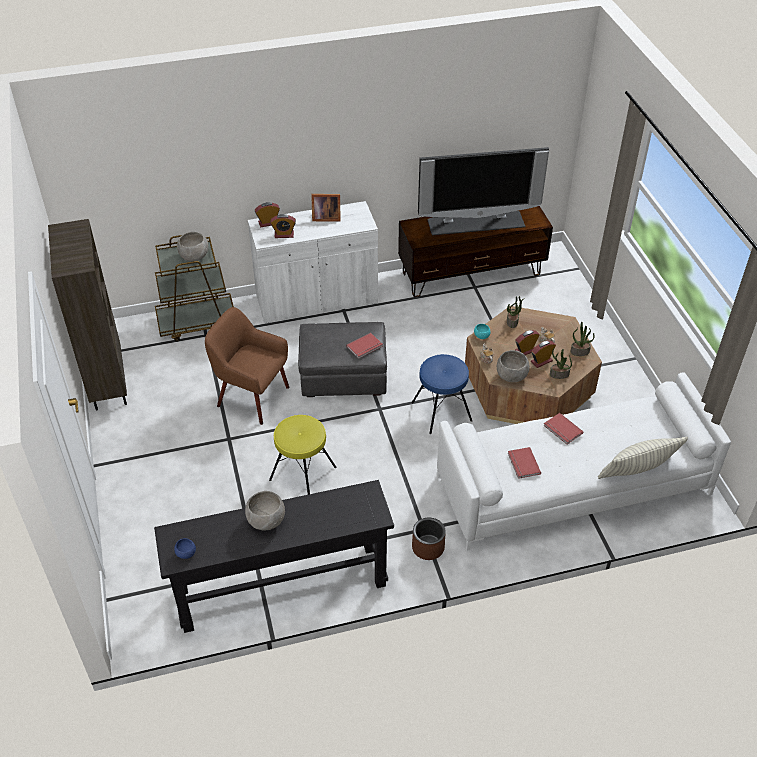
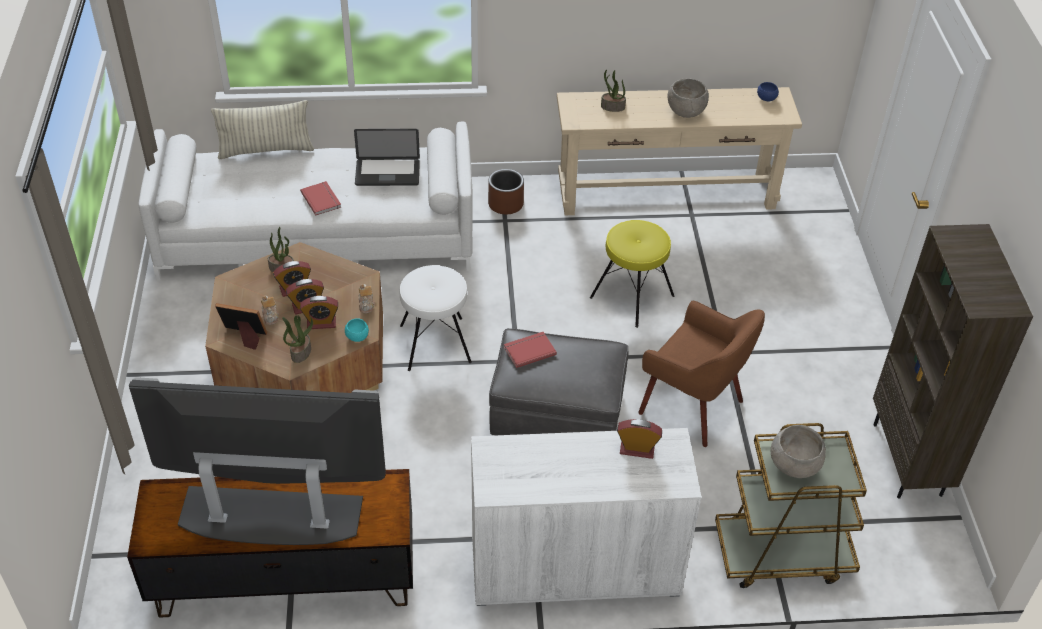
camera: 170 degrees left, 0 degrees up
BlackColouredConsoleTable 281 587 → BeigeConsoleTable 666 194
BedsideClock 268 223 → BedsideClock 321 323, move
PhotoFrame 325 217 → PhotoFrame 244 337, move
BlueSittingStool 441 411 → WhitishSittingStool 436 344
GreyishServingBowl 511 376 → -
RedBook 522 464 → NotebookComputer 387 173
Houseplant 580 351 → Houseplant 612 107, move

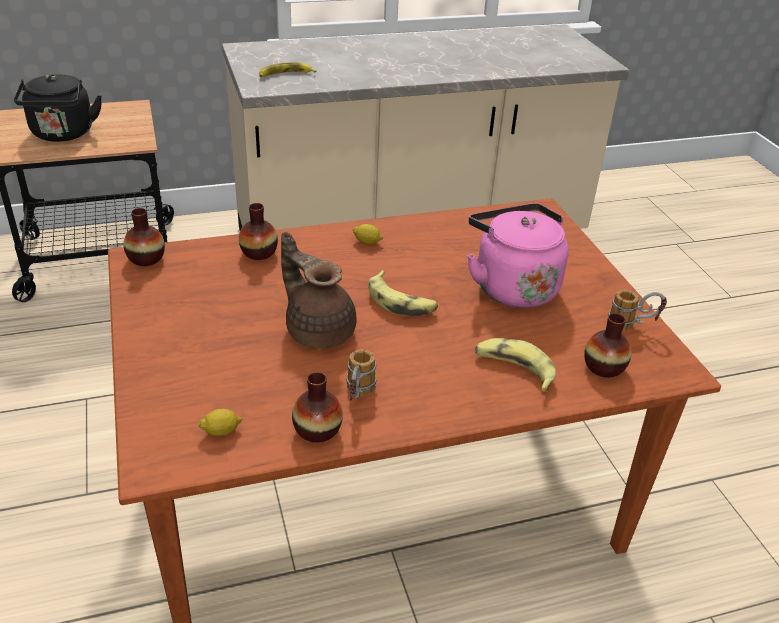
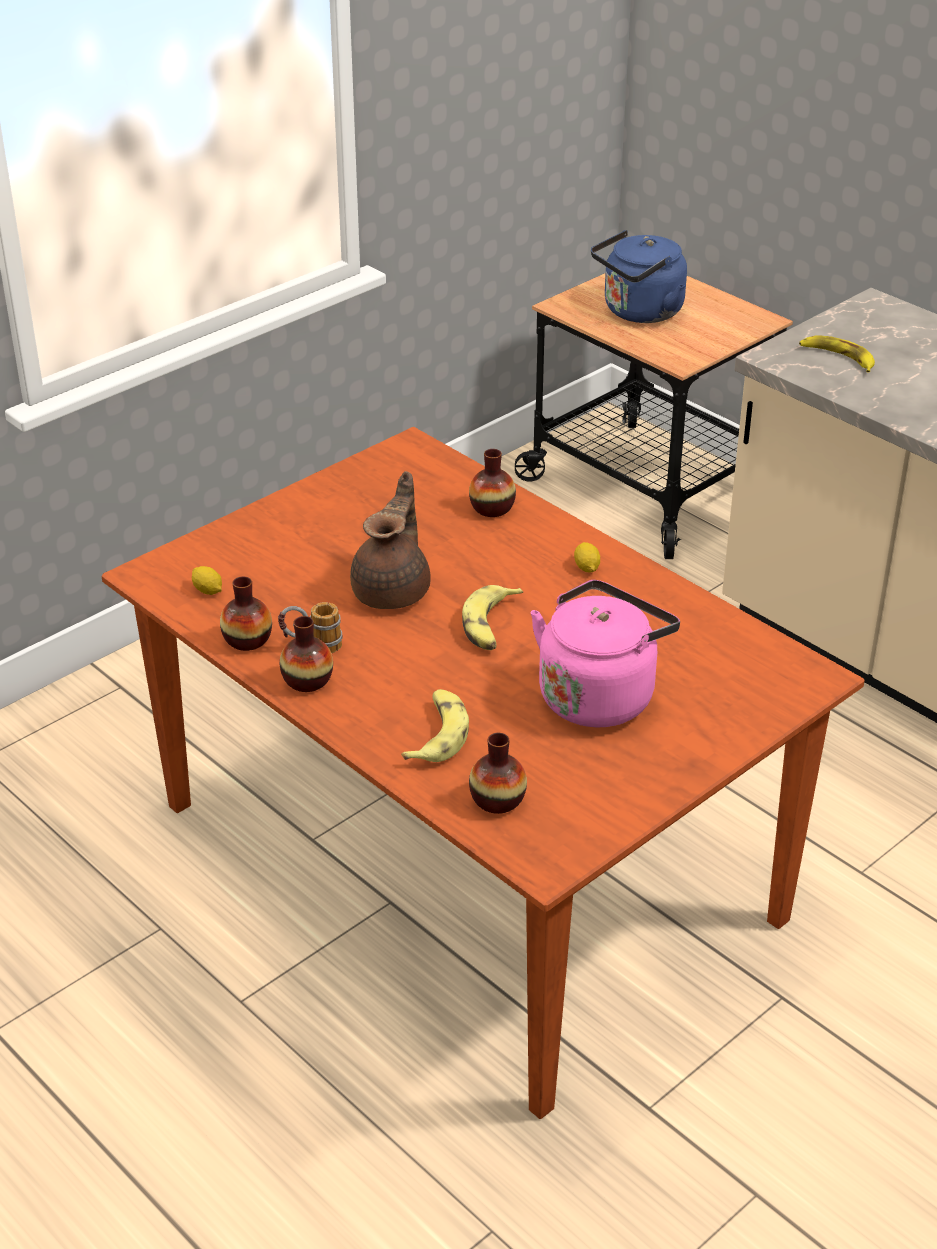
camera: 65 degrees right, 0 degrees up
BlackColouredWaterKettle 62 135 → BlueWaterKettle 639 312
DecorativeVase 146 258 → DecorativeVase 307 680, move
CoffeeMug 632 326 → -

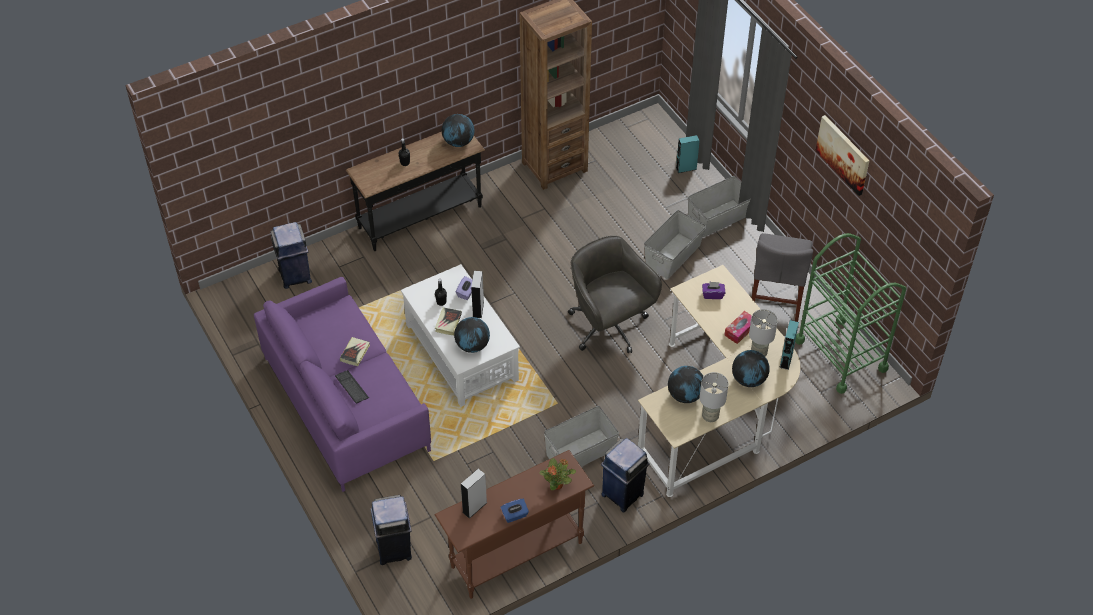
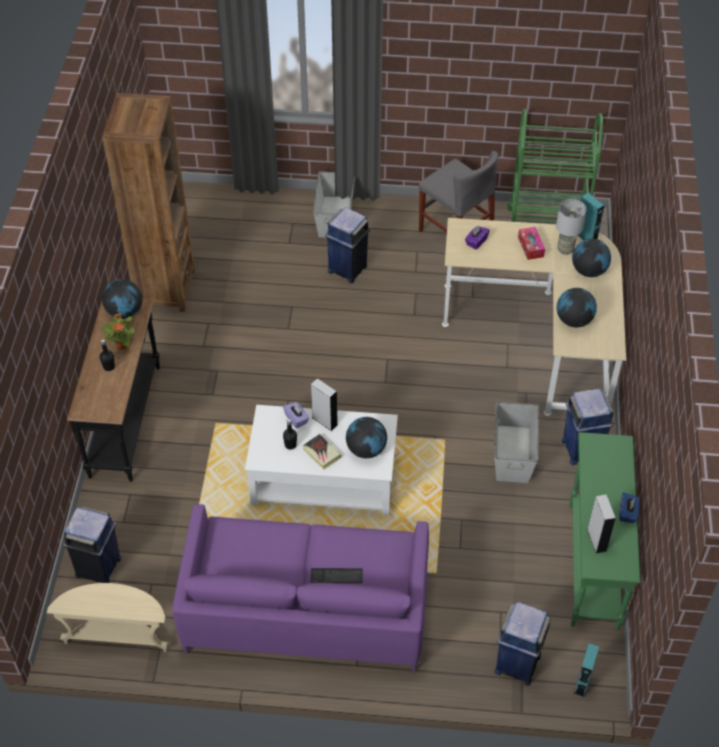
camera: 55 degrees left, 0 degrees up
Book 355 353 → -
BrownishConsoleTable 516 554 → GreenColouredConsoleTable 592 566
Houseplant 557 484 → Houseplant 122 345, move
GreyishComputerChair 609 327 → -
GreyishStorageBin 672 256 → BlueTrashCan 348 268
BlueGreenLoudspeaker 686 168 → BlueGreenLoudspeaker 582 683, move
GreyishTableLamp 710 416 → -
WallPicture 843 154 → -
- → BeigeSideTable 118 636

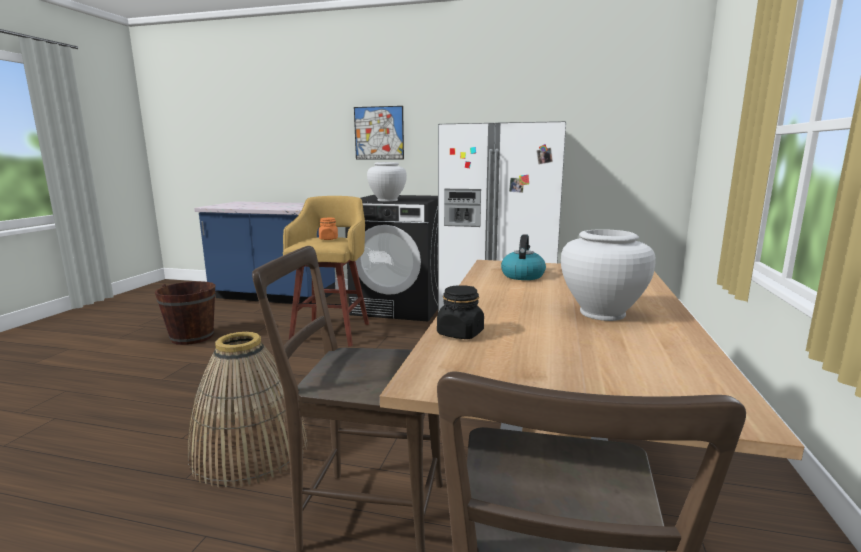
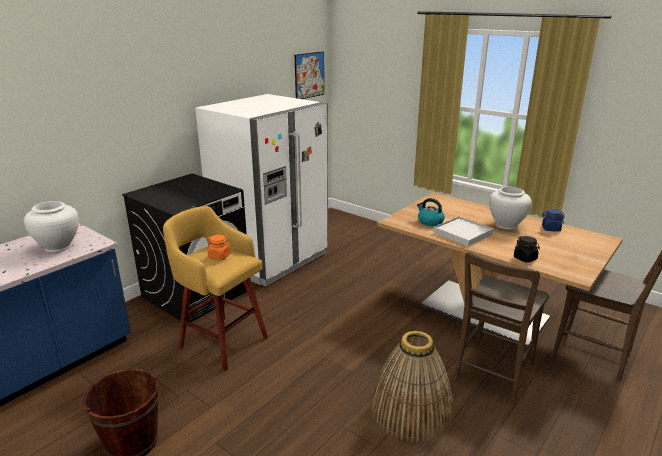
camera: 65 degrees left, 10 degrees up
WallPicture 379 133 → WallPicture 309 75, move
WhitishDecorativeVase 387 200 → WhitishDecorativeVase 58 247, move
- → WhitishServingTray 463 233
- → BlueJar 550 229

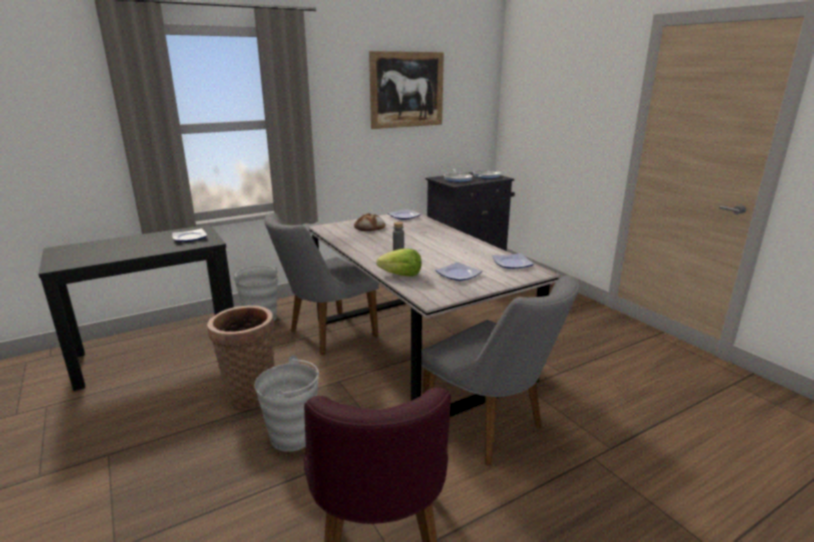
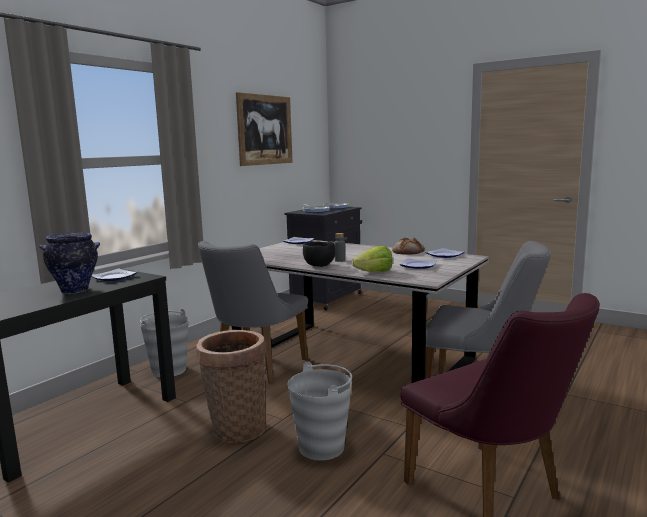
camera: 25 degrees left, 10 degrees down
Bread 370 227 → Bread 408 251, move
- → DecorativeVase 75 290
- → BlackColouredServingBowl 319 266

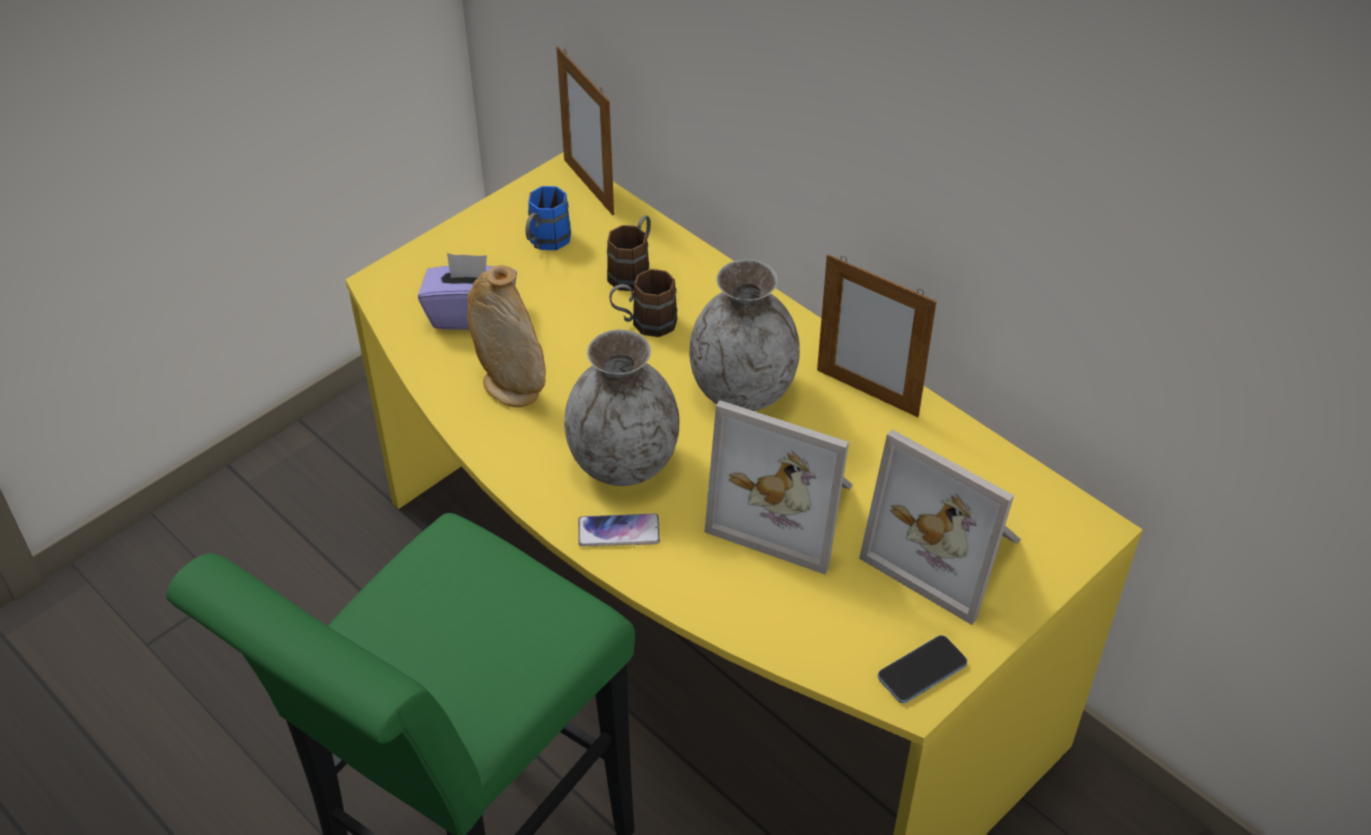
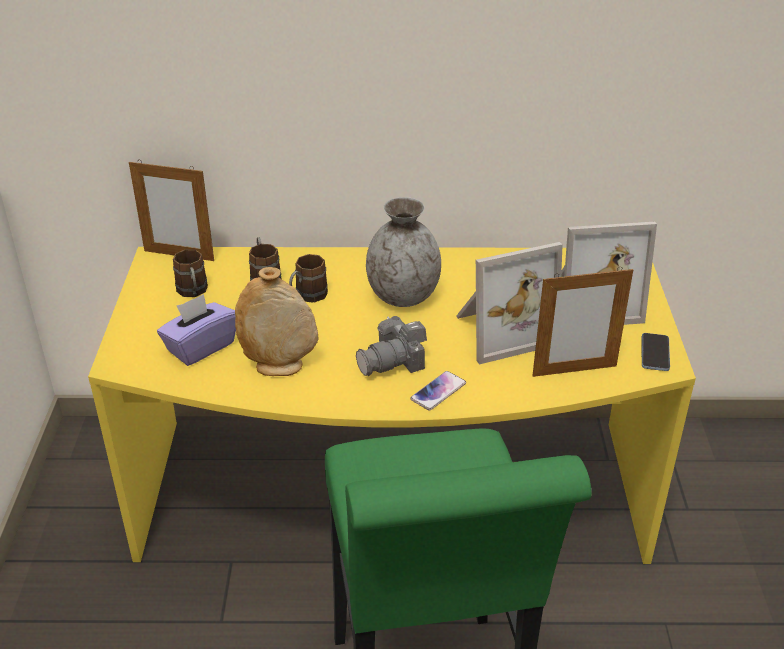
camera: 45 degrees left, 10 degrees down
BlueCoffeeMug 545 243 → BrownishCoffeeMug 193 292
GreyishDecorativeVase 624 463 → PhotoCamera 393 361
PhotoFrame 867 392 → PhotoFrame 574 370, move

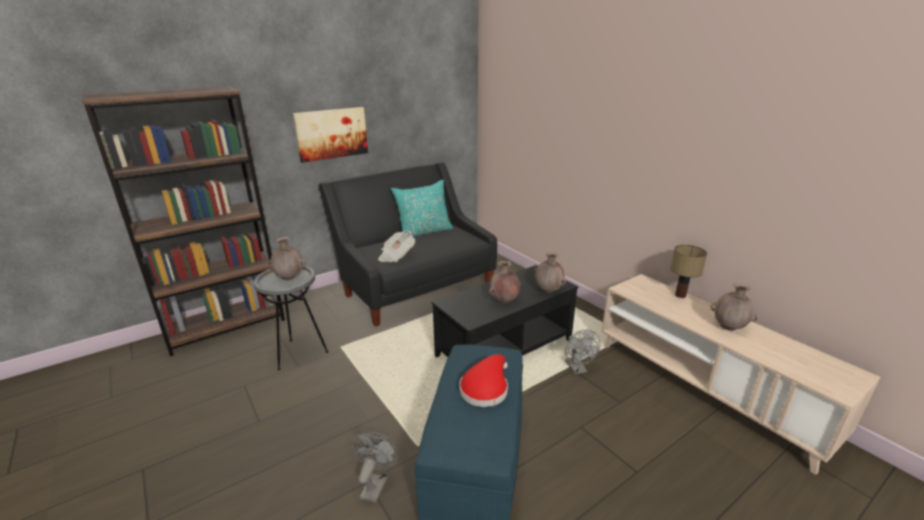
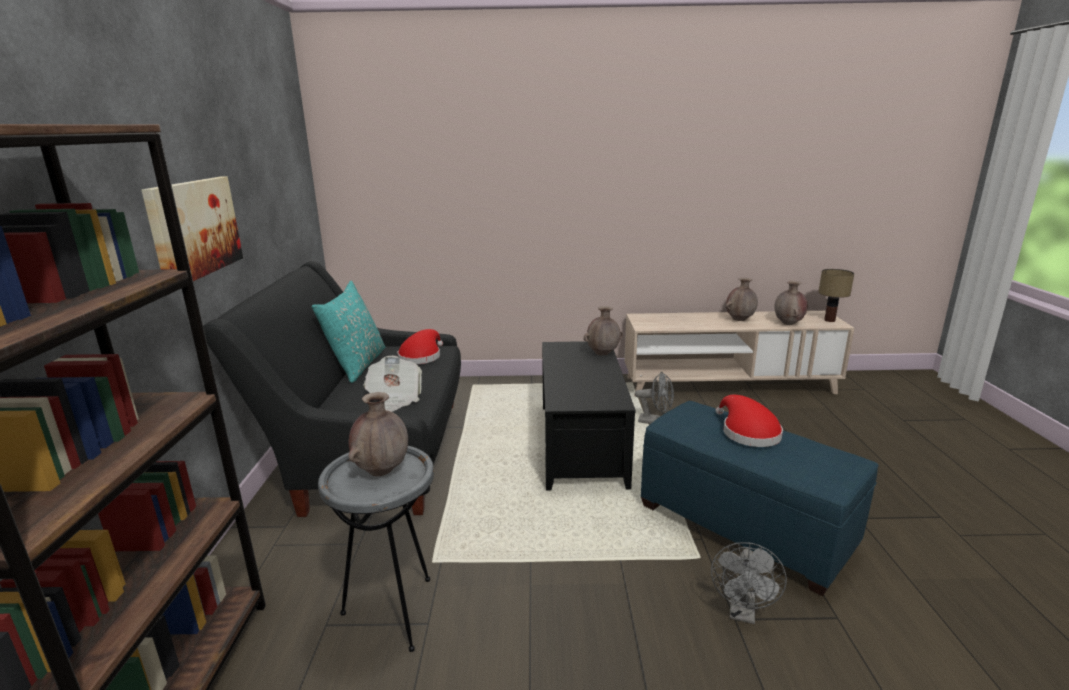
camera: 55 degrees left, 5 degrees down
GreyishFan 375 484 → GreyishFan 742 613, 120 degrees counterclockwise
BrownishDecorativeVase 504 301 → BrownishDecorativeVase 788 323, move
TableLamp 681 295 → TableLamp 830 320, move
- → RedWearableHat 421 356

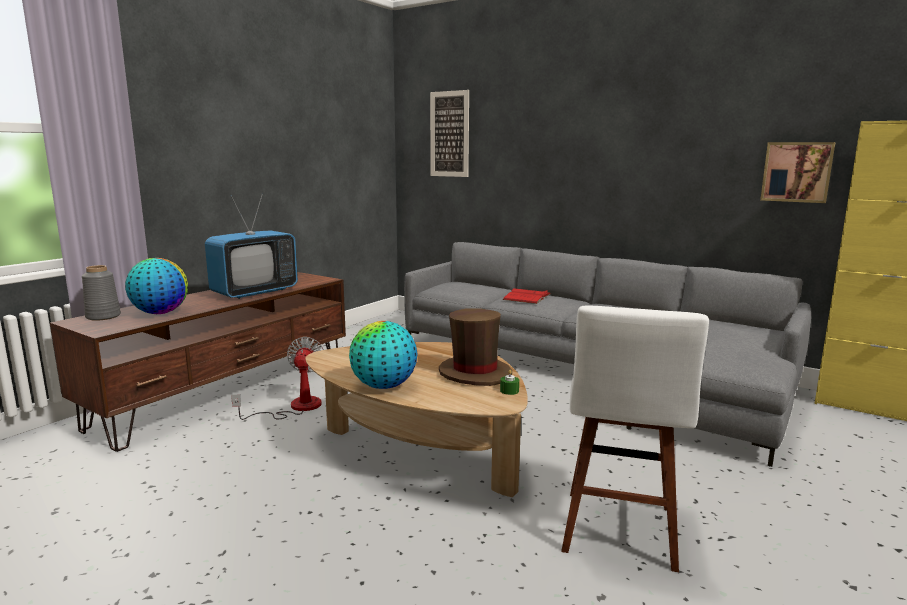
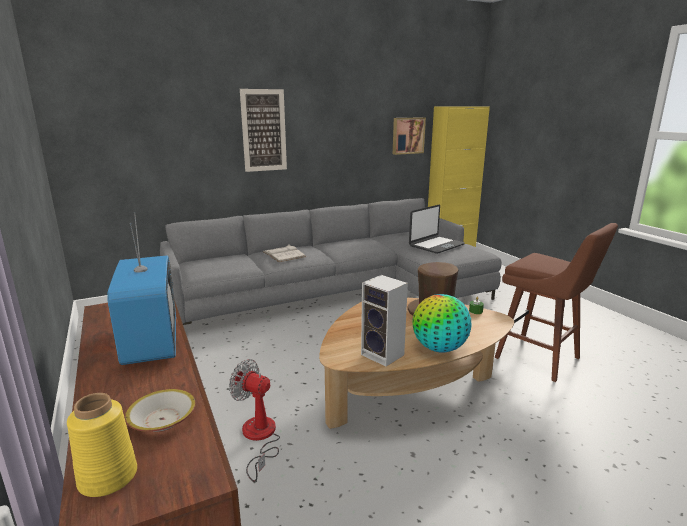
camera: 60 degrees left, 5 degrees up
GreyishDecorativeVase 102 316 → YellowColouredDecorativeVase 107 478
DeskGlobe 160 313 → ServingBowl 162 419
WallPicture 449 134 → WallPicture 264 130, move
RedBook 527 297 → WhitishBook 284 254
WhitishSittingStool 618 533 → BrownishSittingStool 541 359
- → Loudspeaker 384 355
- → NotebookComputer 436 245

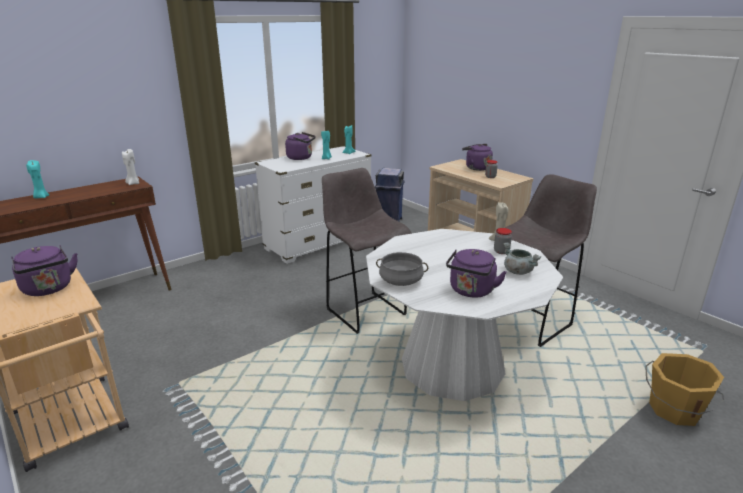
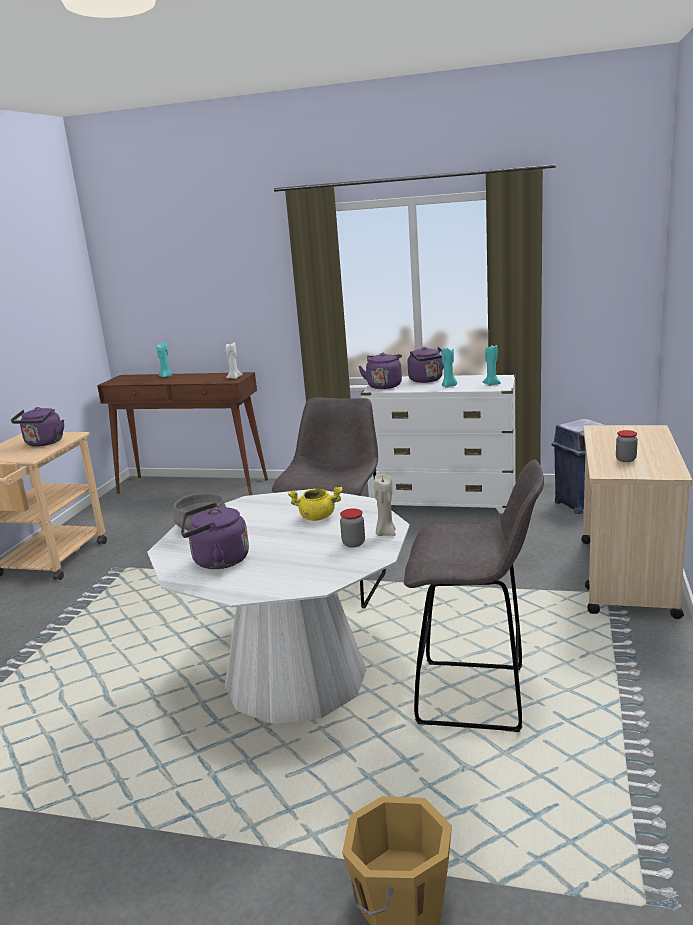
camera: 55 degrees right, 5 degrees down
PurpleColouredWaterKettle 476 168 → PurpleColouredWaterKettle 384 385, move
GreyishStockpot 517 271 → -
- → YellowColouredStockpot 317 517

